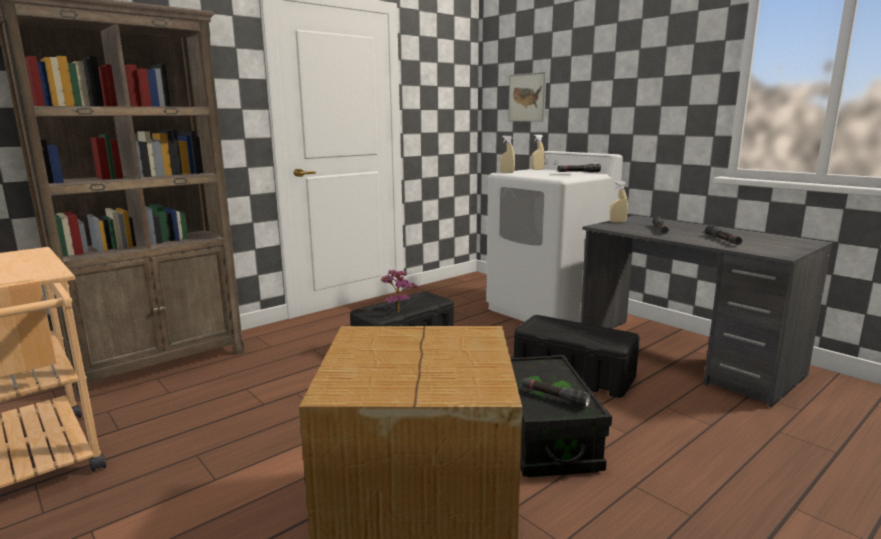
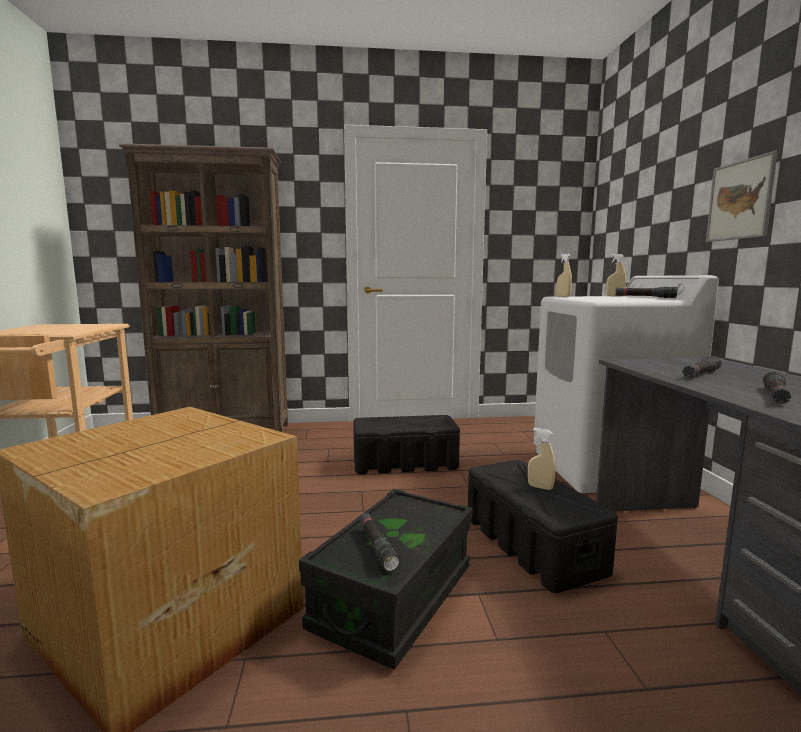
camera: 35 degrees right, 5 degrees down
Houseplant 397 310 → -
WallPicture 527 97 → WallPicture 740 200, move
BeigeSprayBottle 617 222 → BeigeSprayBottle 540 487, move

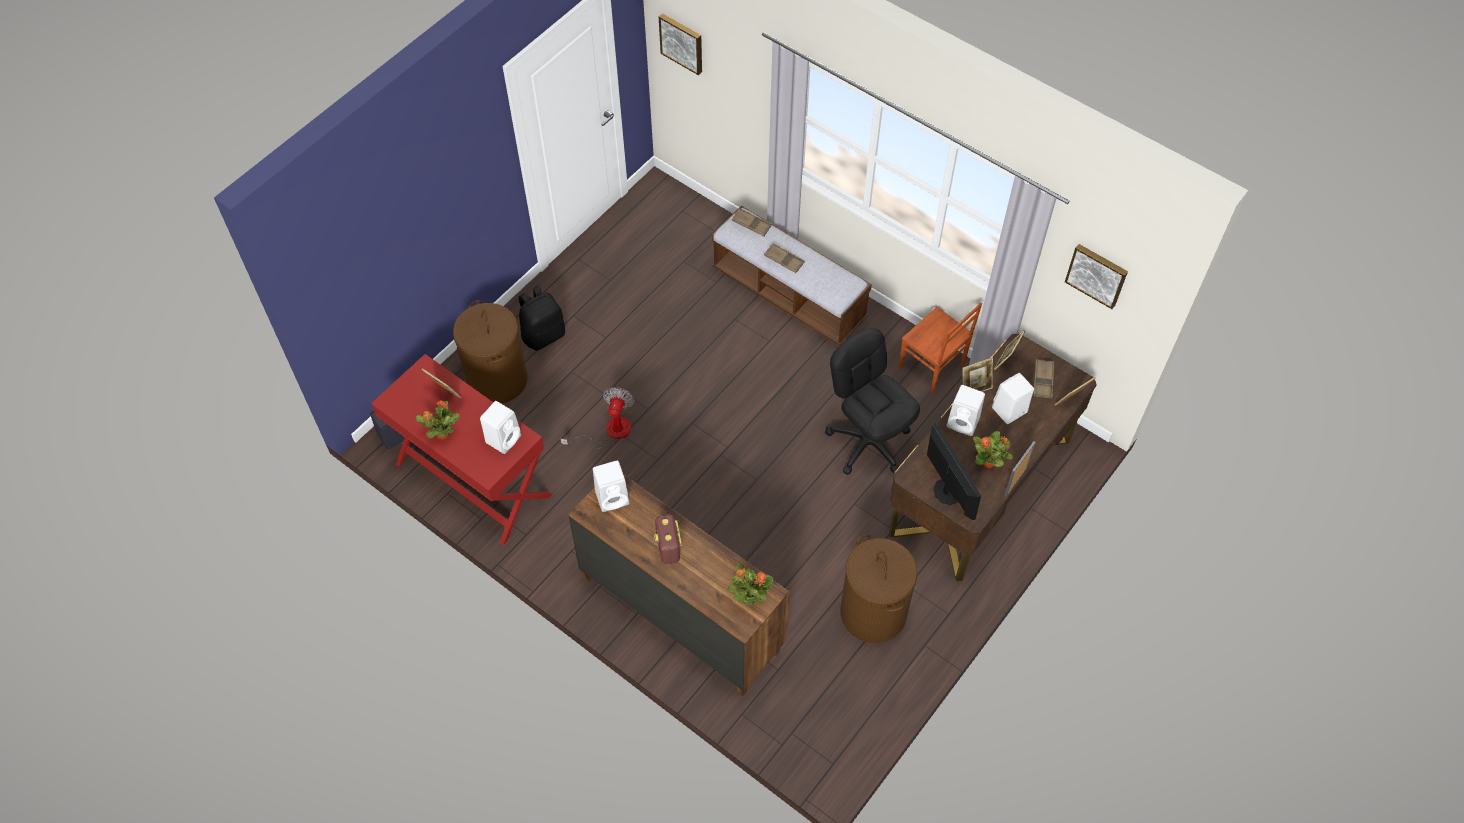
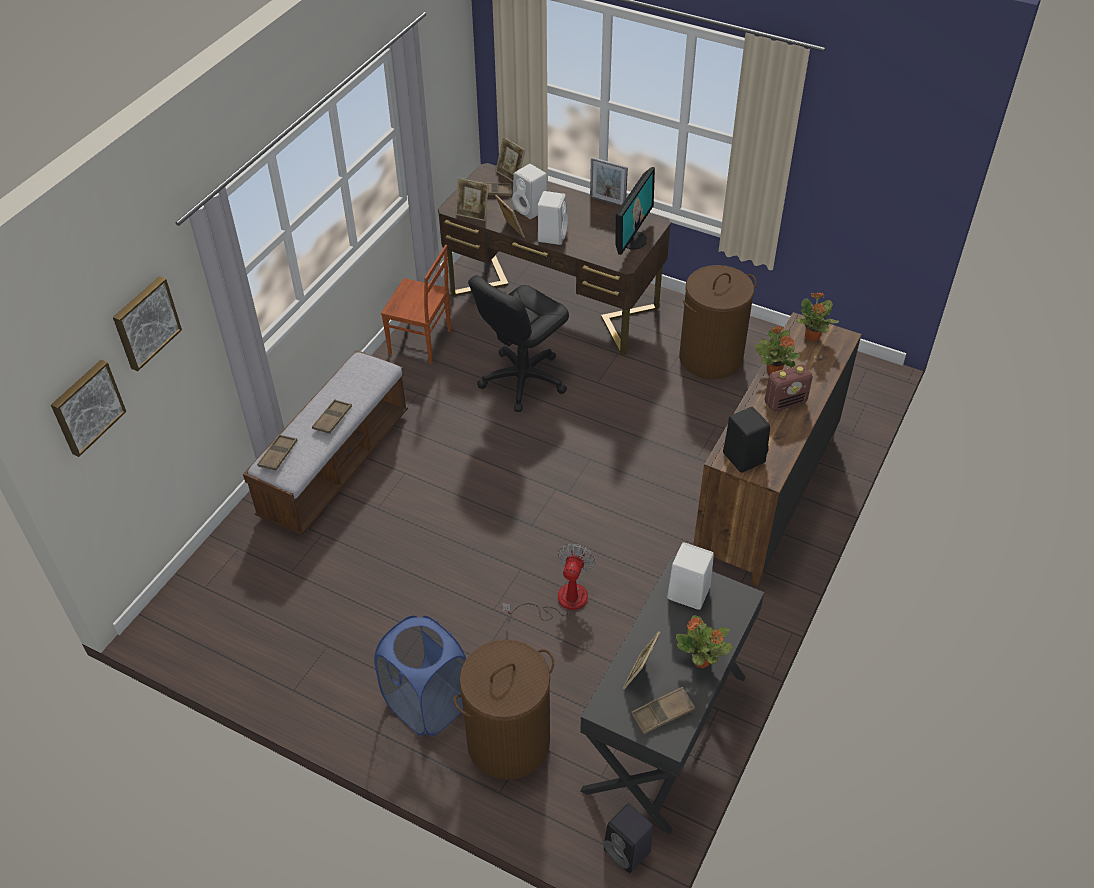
camera: 100 degrees left, 10 degrees down
RedDeskTable 472 480 → BlackColouredDeskTable 666 732
BlackColouredBackpack 543 335 → BlueHamper 427 704
Fan 609 432 → Fan 561 601, 105 degrees clockwise
WhitishLoudspeaker 613 497 → BlackColouredLoudspeaker 742 457
BrownishPlainChair 931 367 → BrownishPlainChair 420 343, 75 degrees clockwise
ComputerDisplay 946 491 → ComputerDisplay 632 240, 150 degrees clockwise
Houseplant 989 462 → Houseplant 774 370, move
WallPicture 1097 274 → WallPicture 145 322, move
- → BrownishServingTray 662 713

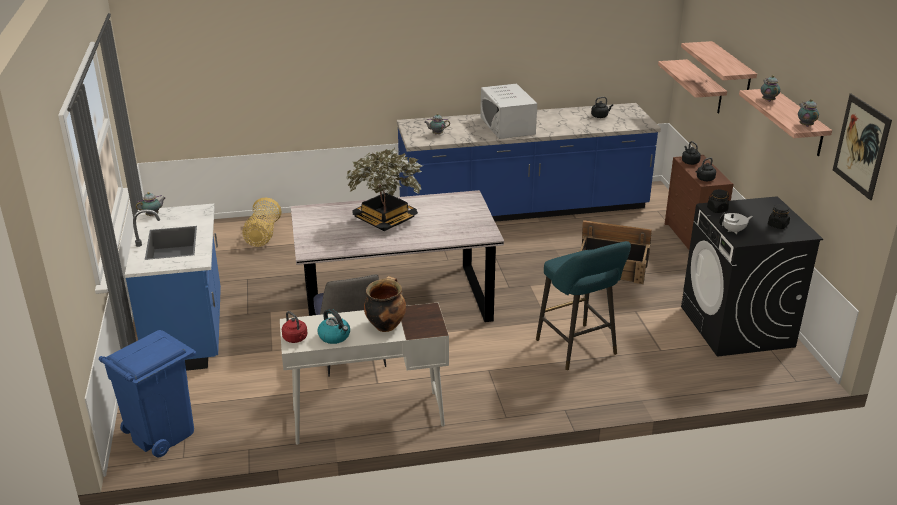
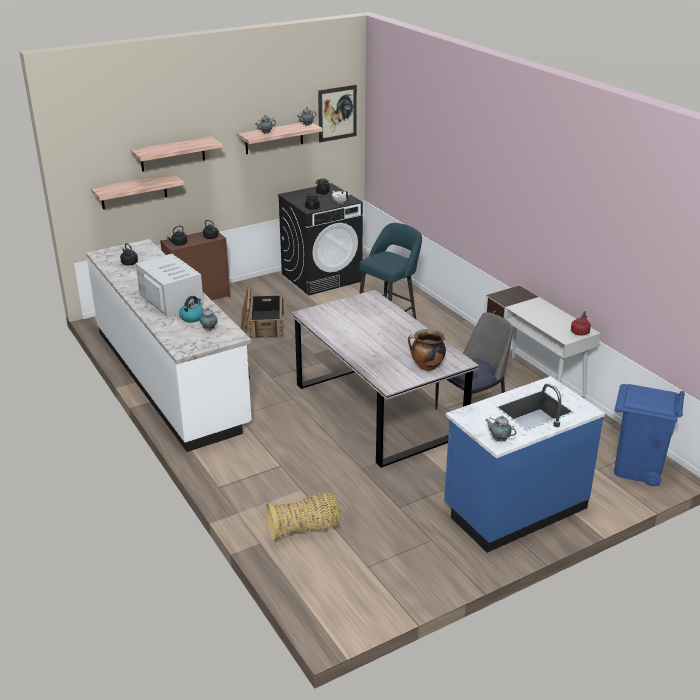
camera: 110 degrees left, 0 degrees up
WaterKettle 335 336 → WaterKettle 192 317, move
Houseplant 385 220 → -
Stockpot 385 325 → Stockpot 426 367, move
BlueKitchenCounter 523 209 → WhitishKitchenCounter 170 377
WhitishKitchenMicrowave 507 126 → WhitishKitchenMicrowave 171 299, 90 degrees counterclockwise

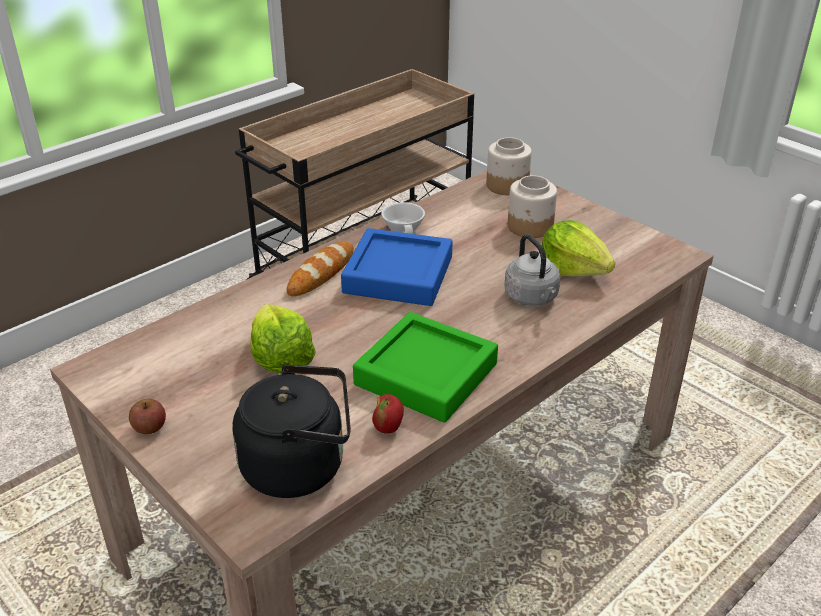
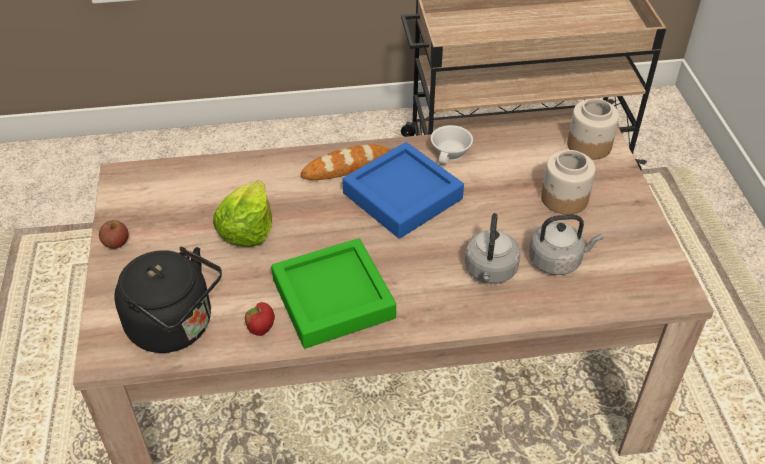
camera: 35 degrees right, 10 degrees up
HeadOfLettuce 573 269 → GreyishWaterKettle 557 260

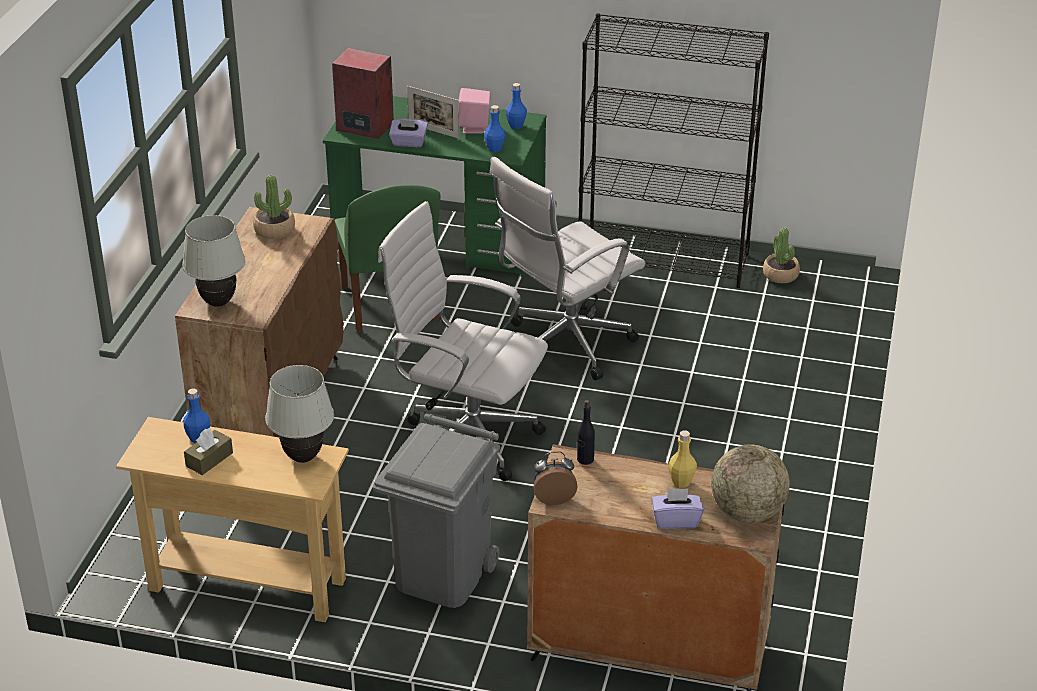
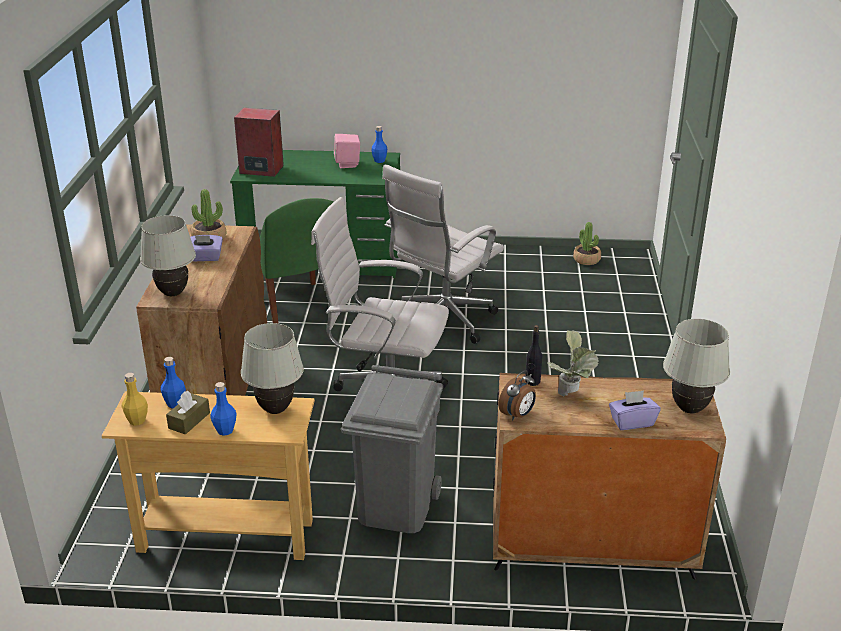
camera: 10 degrees left, 5 degrees down
PurpleColouredBoxOfTissues 408 143 → PurpleColouredBoxOfTissues 205 258, move
PhotoFrame 433 131 → -
BlueBeverageBottle 495 148 → BlueBeverageBottle 225 430, move
BedsideClock 554 497 → BedsideClock 518 415, 150 degrees clockwise
BlackColouredBookcase 664 259 → -
YellowColouredBeverageBottle 681 482 → YellowColouredBeverageBottle 137 421, move
DeskGlobe 747 512 → WhitishTableLamp 690 409
- → Houseplant 571 395

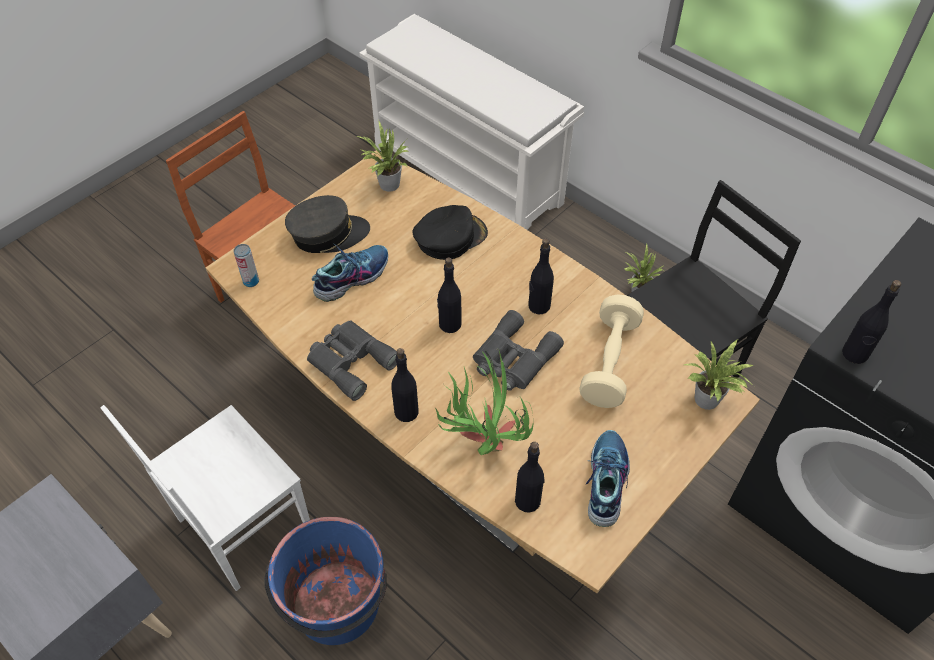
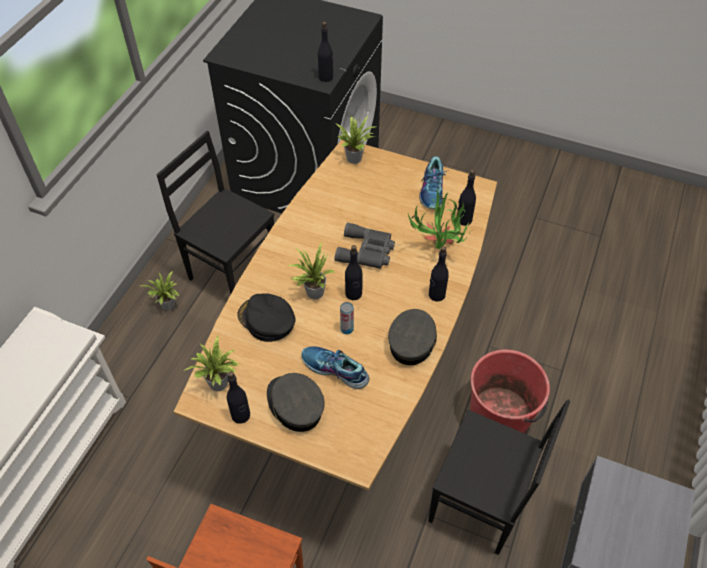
camera: 110 degrees left, 0 degrees up
WhitishPlainChair 241 524 → BlackColouredPlainChair 479 503
Can 251 281 → Can 347 329, move
BlueWaterBucket 336 605 → RedWaterBucket 501 414
GreyishPairOfBinoculars 350 361 → GreyishPeakedCap 412 341
BlackColouredBeverageBottle 538 306 → BlackColouredBeverageBottle 241 415, move
BeigeHandWeight 609 362 → -
LowShoe 605 481 → LowShoe 433 190, 75 degrees counterclockwise
- → Houseplant 312 292

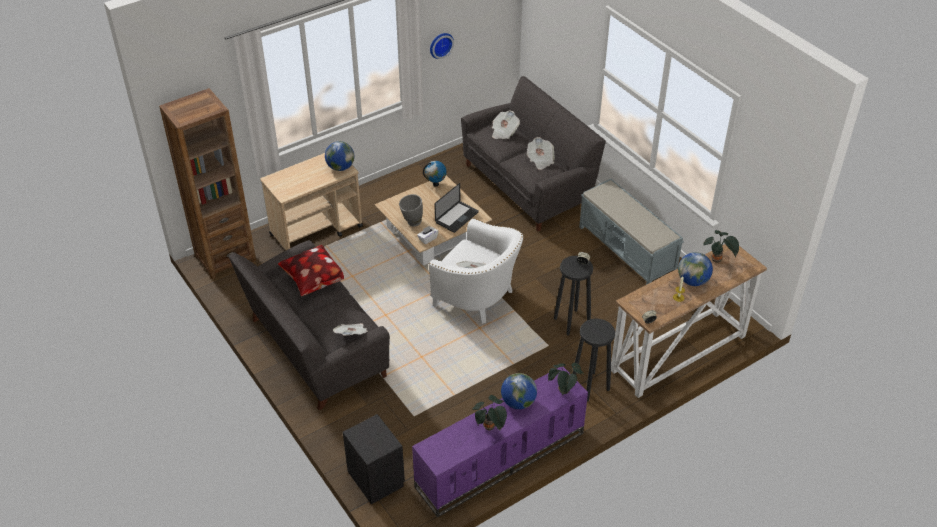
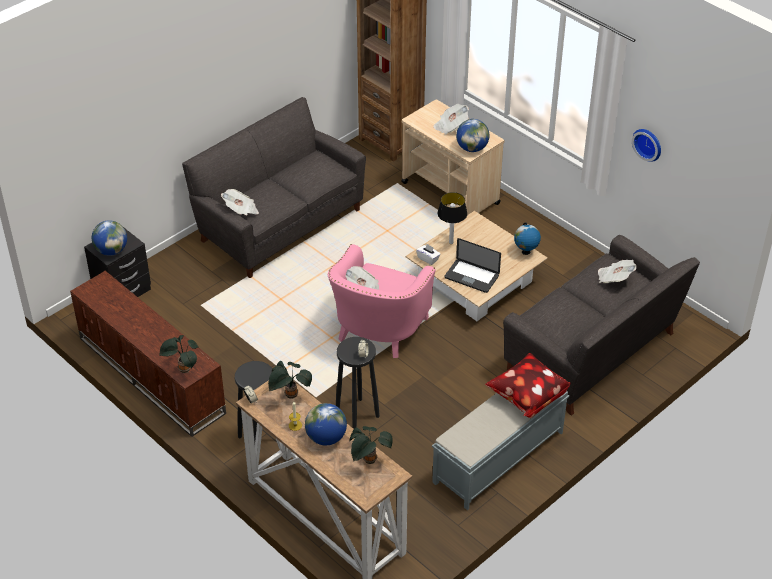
camera: 80 degrees right, 0 degrees up
Cushion 313 282 → Cushion 526 397, move
GreyishDecorativeVase 411 223 → TableLamp 450 242
PurpleColouredTvUnit 500 461 → BrownishTvUnit 150 375
WhitishLoungeChair 478 298 → PinkLoungeChair 378 331
Houseplant 490 427 → Houseplant 290 395, move
DeskGlobe 518 402 → DeskGlobe 111 251, move
Newspaper 540 160 → Newspaper 450 126, move

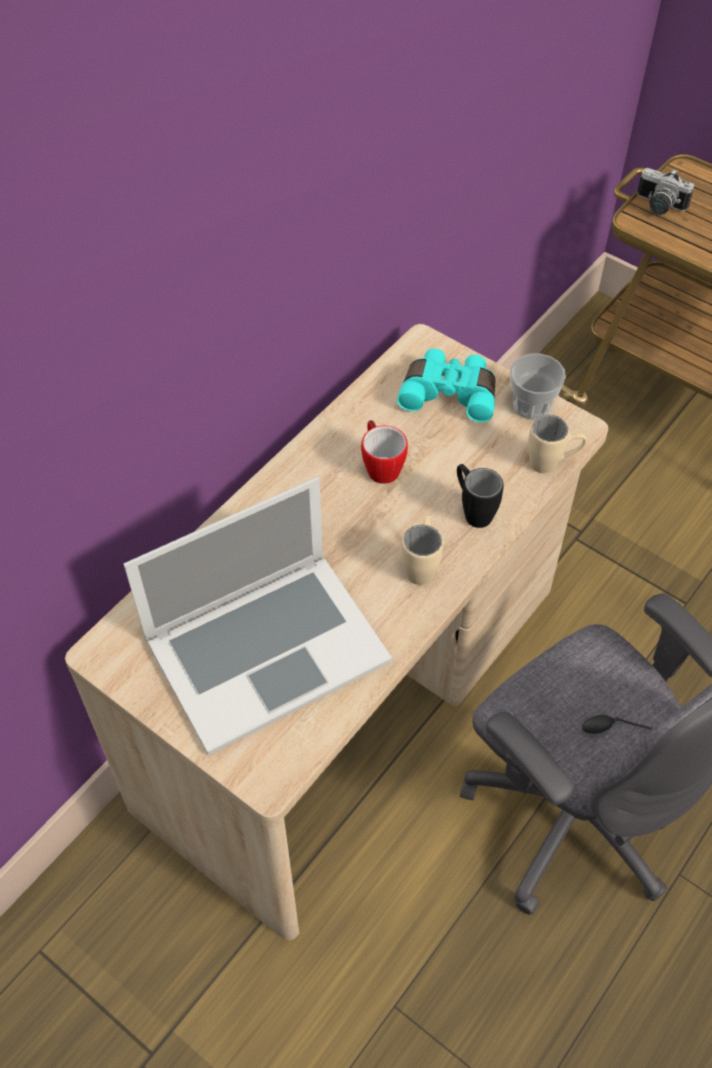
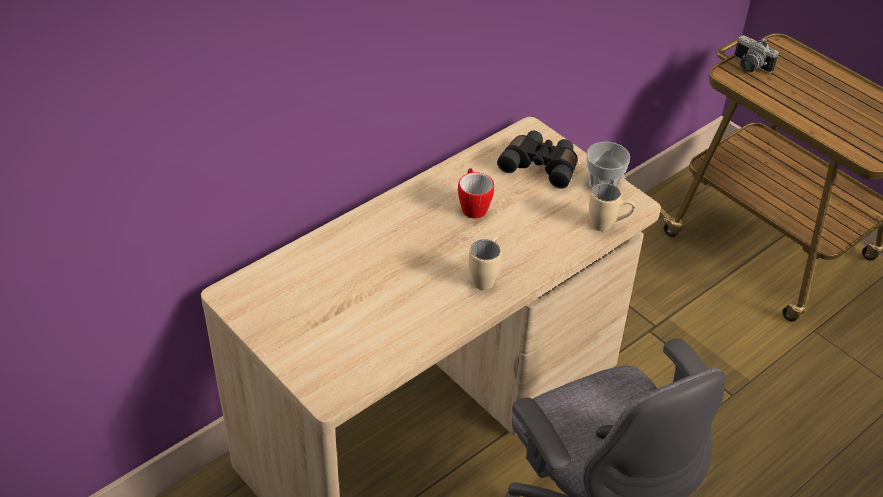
camera: 10 degrees right, 10 degrees down
NotebookComputer 266 648 → -
BlueGreenPairOfBinoculars 449 393 → BlackColouredPairOfBinoculars 541 166
BlackColouredCoffeeMug 472 510 → -

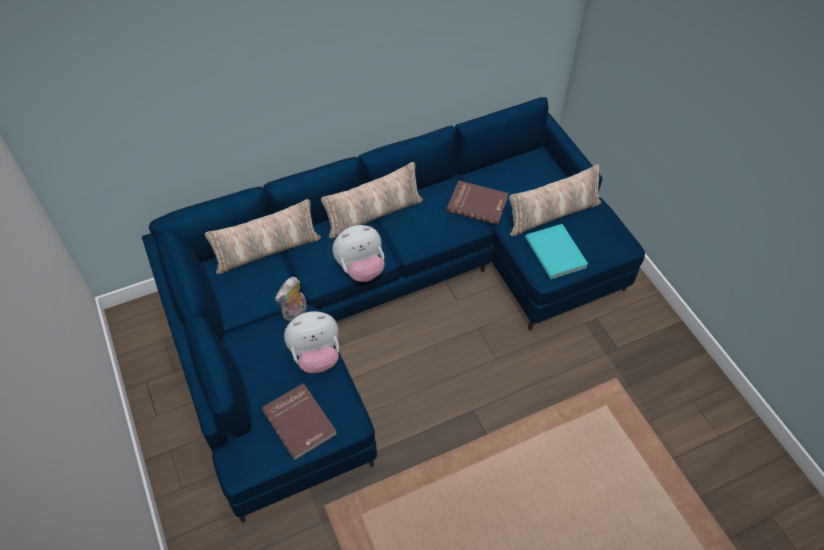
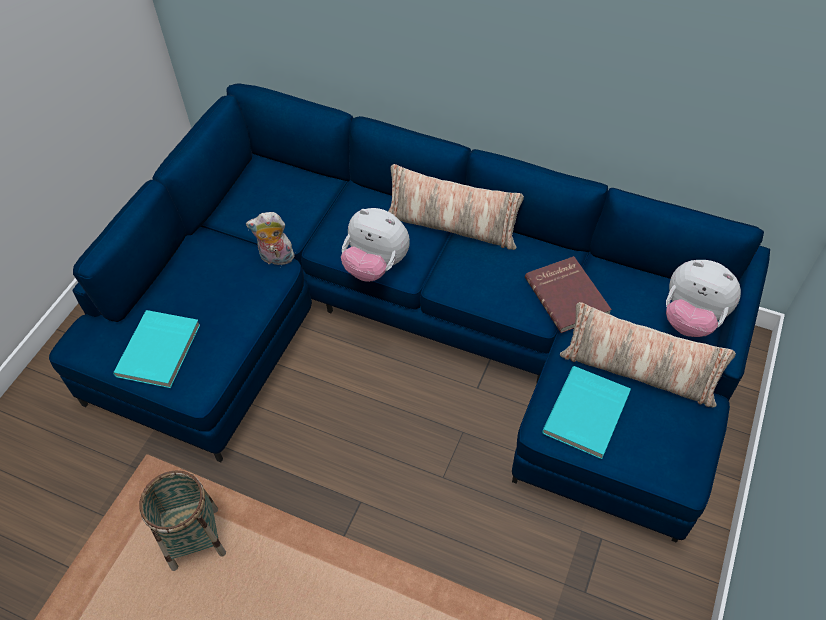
camera: 50 degrees right, 0 degrees up
Cushion 267 250 → -
RedBook 300 421 → BlueGreenBook 160 350
PlushToy 316 355 → PlushToy 691 319, move
- → Basket 195 538

